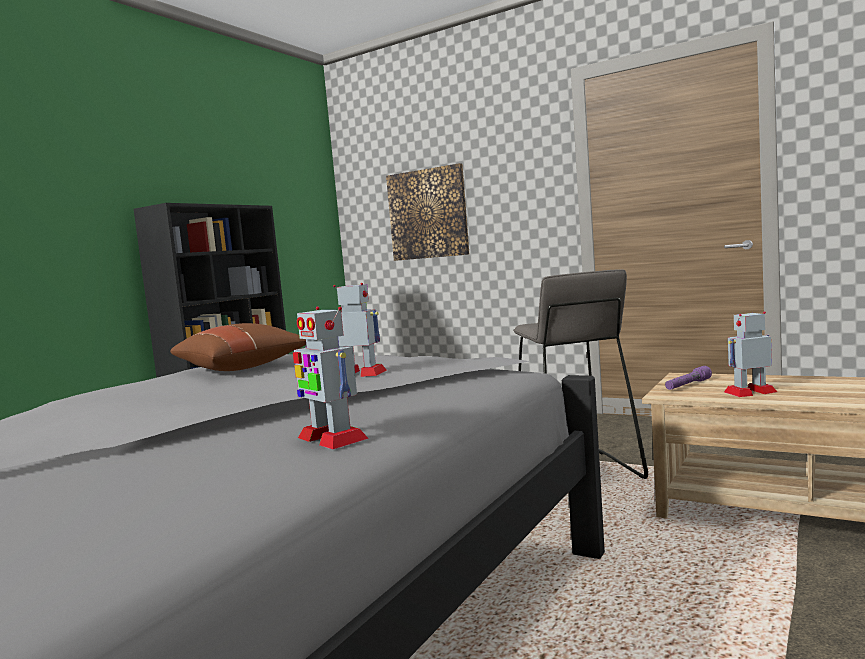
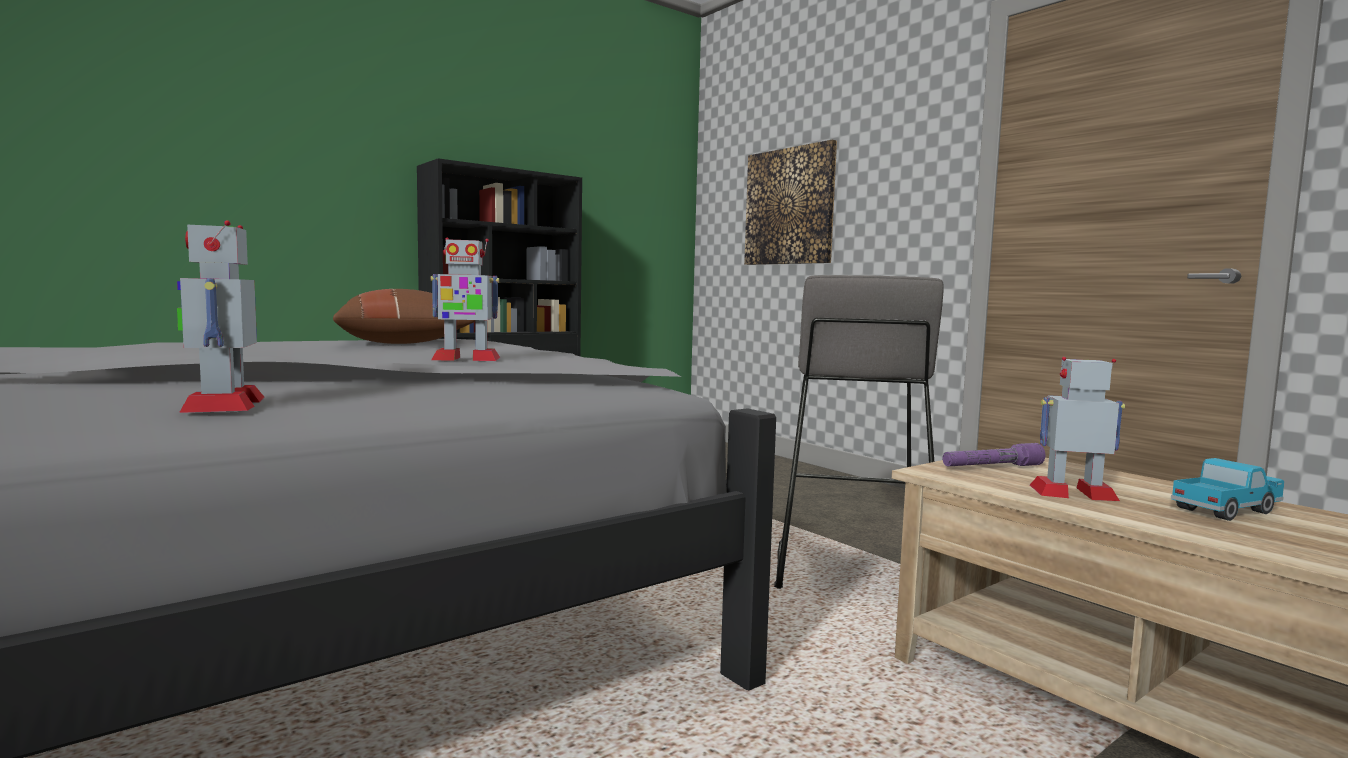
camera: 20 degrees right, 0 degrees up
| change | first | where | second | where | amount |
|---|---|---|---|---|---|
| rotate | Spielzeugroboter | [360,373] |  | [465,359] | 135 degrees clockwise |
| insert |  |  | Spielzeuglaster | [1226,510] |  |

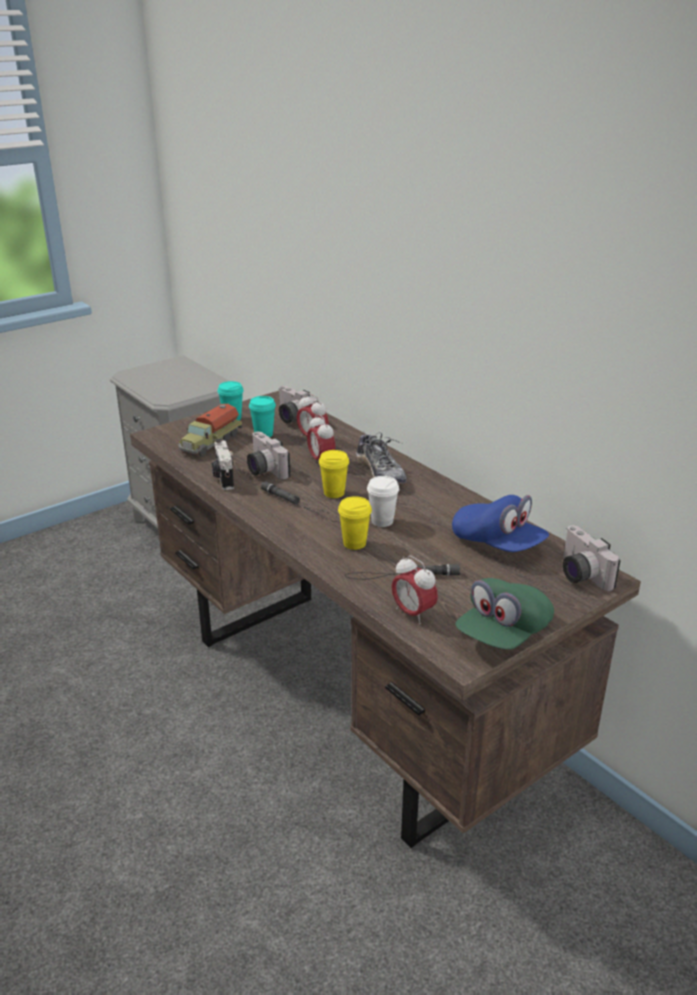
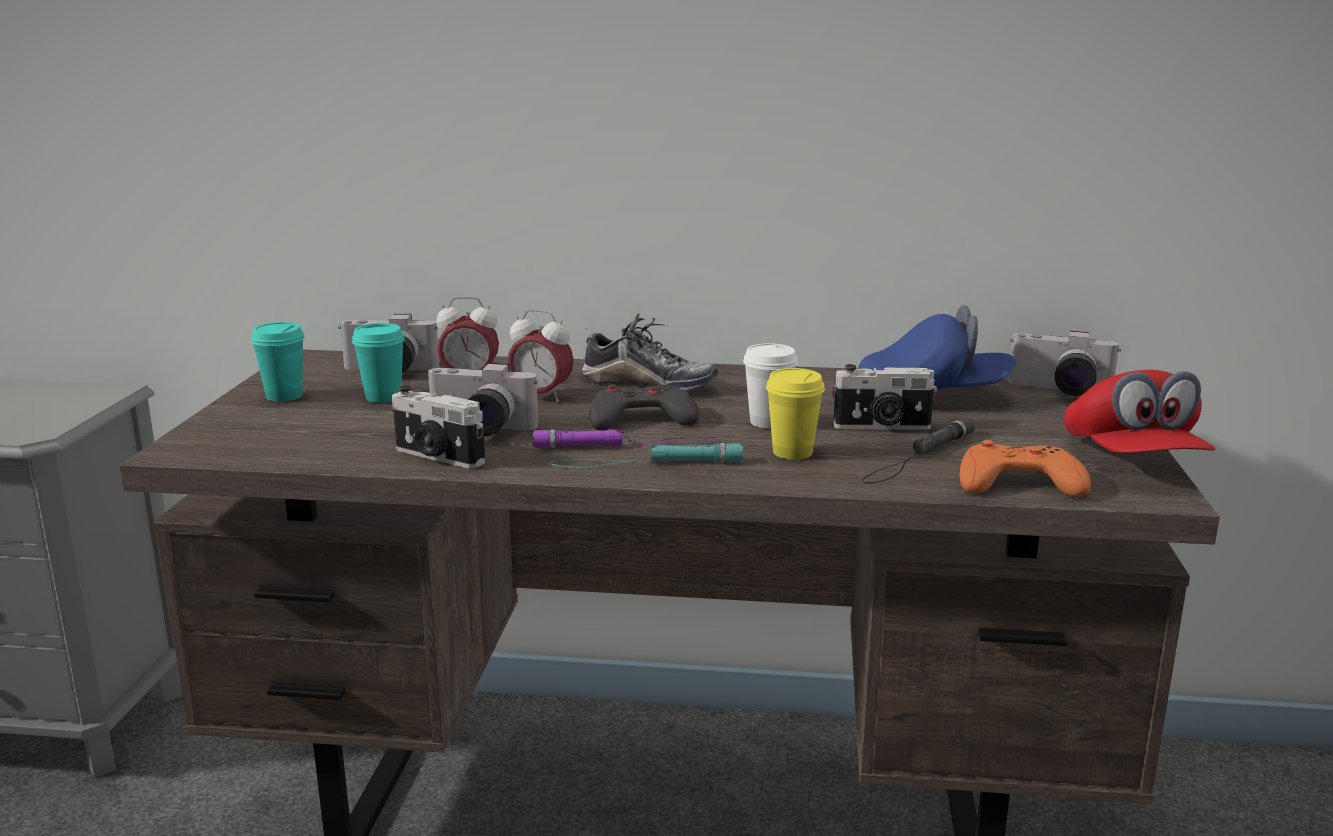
camera: 45 degrees left, 10 degrees down
| change | first | where | second | where | amount |
|---|---|---|---|---|---|
| recolor | Taschenlampe/schwarz | [300,505] | Taschenlampe/lila | [627,444] |  |
| insert |  |  | Taschenlampe/türkis | [646,463] |  |
| replace | Tasse/gelb | [334,493] | Gamepad/grau | [641,419] |  |
| insert |  |  | Kamera | [882,427] |  |
| replace | Wecker | [413,613] | Gamepad/orange | [1018,483] |  |
| recolor | Kappe/grün | [503,633] | Kappe/rot | [1132,460] |  |
| delete | Spielzeuglaster | [210,443] |  |  |  |

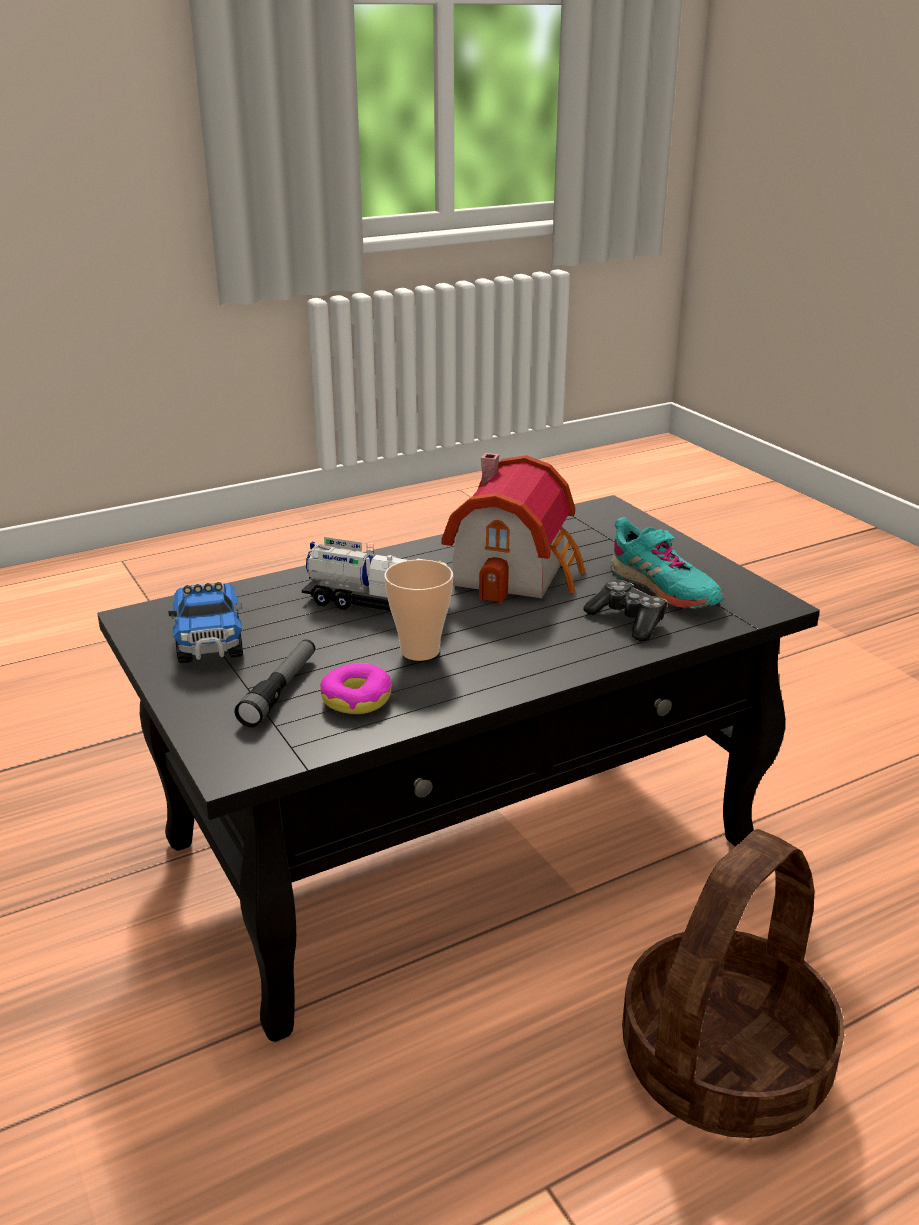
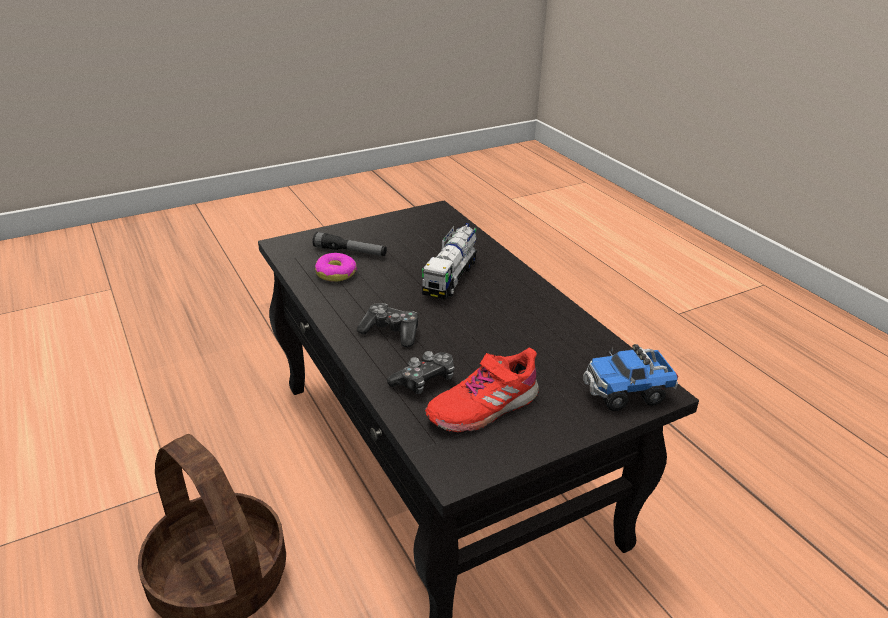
camera: 90 degrees right, 5 degrees up
| change | first | where | second | where | amount |
|---|---|---|---|---|---|
| insert |  |  | Gamepad | [391,332] |  |
| recolor | Schuh/türkis | [663,588] | Schuh/rot | [483,406] |  |
| move | Spielzeuglaster | [209,644] |  | [626,392] |  |
| delete | Tasse | [420,651] |  |  |  |
| delete | Spielzeughaus | [518,572] |  |  |  |

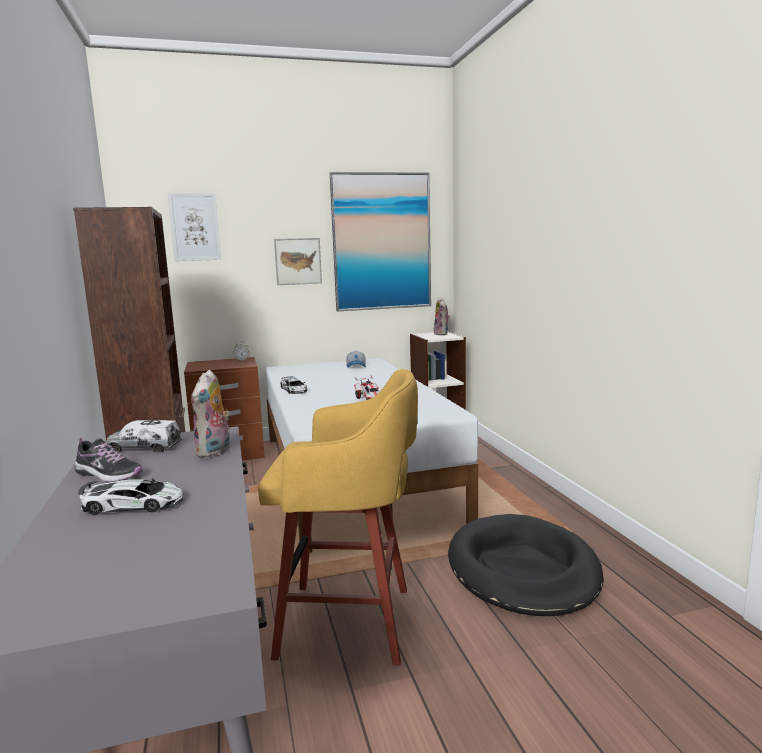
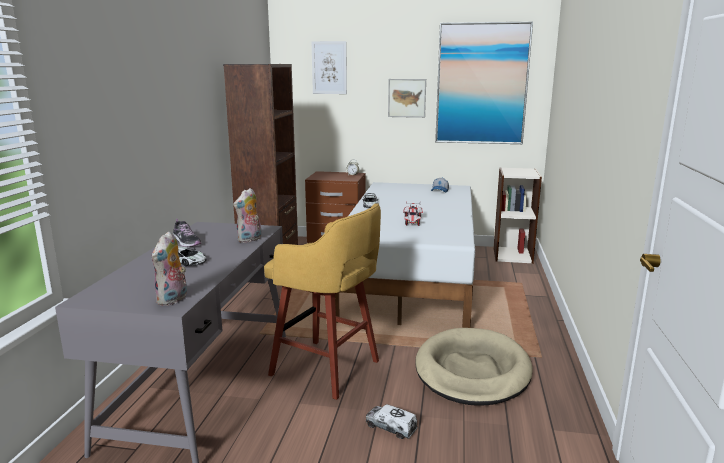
camera: 25 degrees right, 5 degrees up
| change | first | where | second | where | amount |
|---|---|---|---|---|---|
| move | Plüschtier | [442,334] |  | [173,300] |  |
| move | Spielzeuglaster | [145,447] |  | [391,427] |  |
| recolor | Hundebett/schwarz | [522,569] | Hundebett/beige | [472,371] |  |

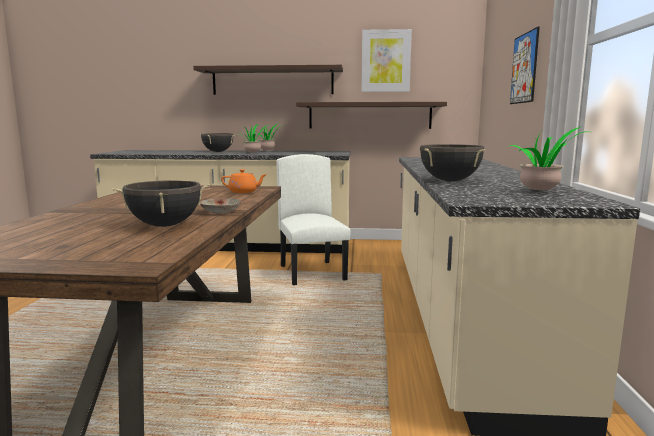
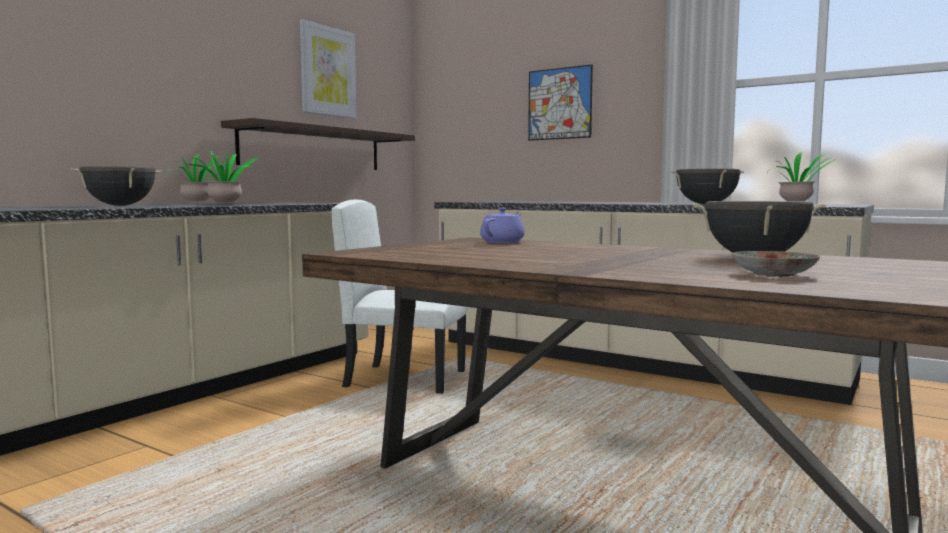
camera: 60 degrees left, 5 degrees down
| change | first | where | second | where | amount |
|---|---|---|---|---|---|
| recolor | Teekanne/orange | [244,192] | Teekanne/lila | [503,242] |  |
| move | Teller | [220,212] |  | [773,275] |  |
| delete | Wandregal | [272,81] |  |  |  |

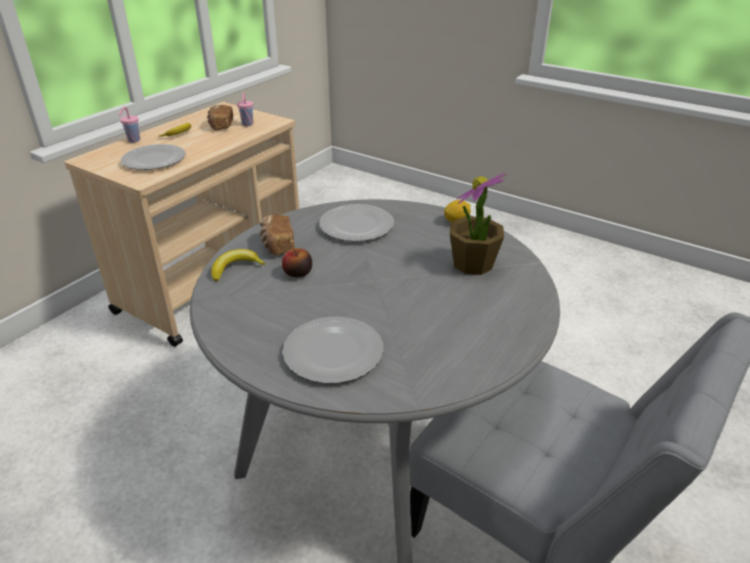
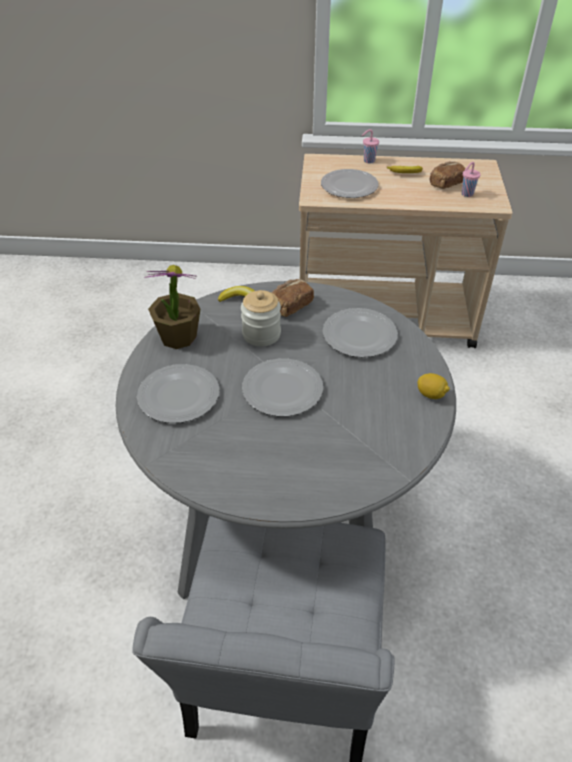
camera: 60 degrees right, 10 degrees up
| change | first | where | second | where | amount |
|---|---|---|---|---|---|
| move | Topfpflanze | [473,264] |  | [178,337] |  |
| replace | Apfel | [298,273] | Vorratsglas | [261,334] |  |
| insert |  |  | Teller | [281,389] |  |

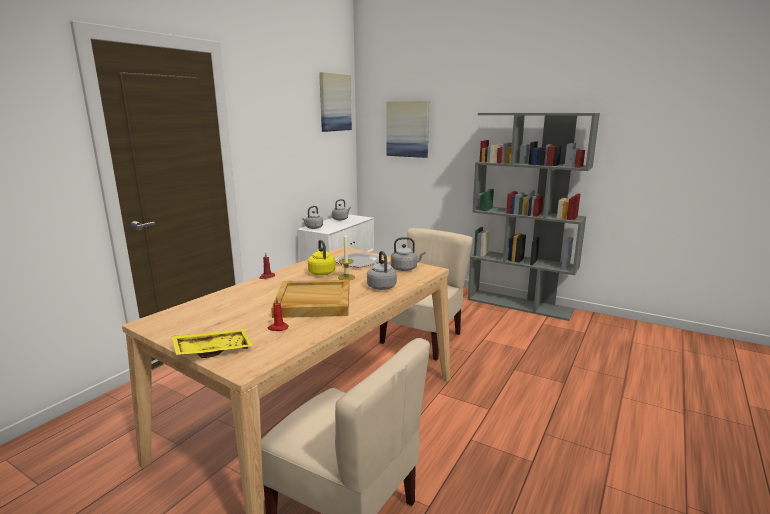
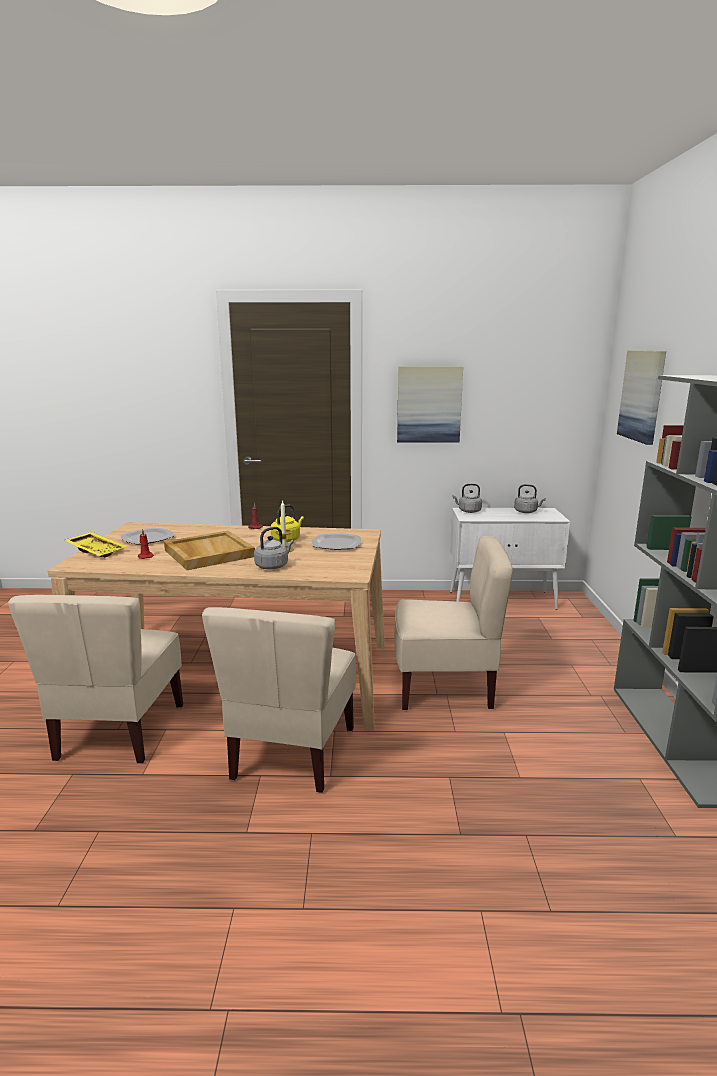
camera: 60 degrees right, 0 degrees up
| change | first | where | second | where | amount |
|---|---|---|---|---|---|
| insert |  |  | Teller | [148,538] |  |
| insert |  |  | Stuhl/beige | [291,753] |  |
| move | Bild | [334,102] |  | [429,404] |  |
| delete | Wasserkessel/grau | [405,268] |  |  |  |

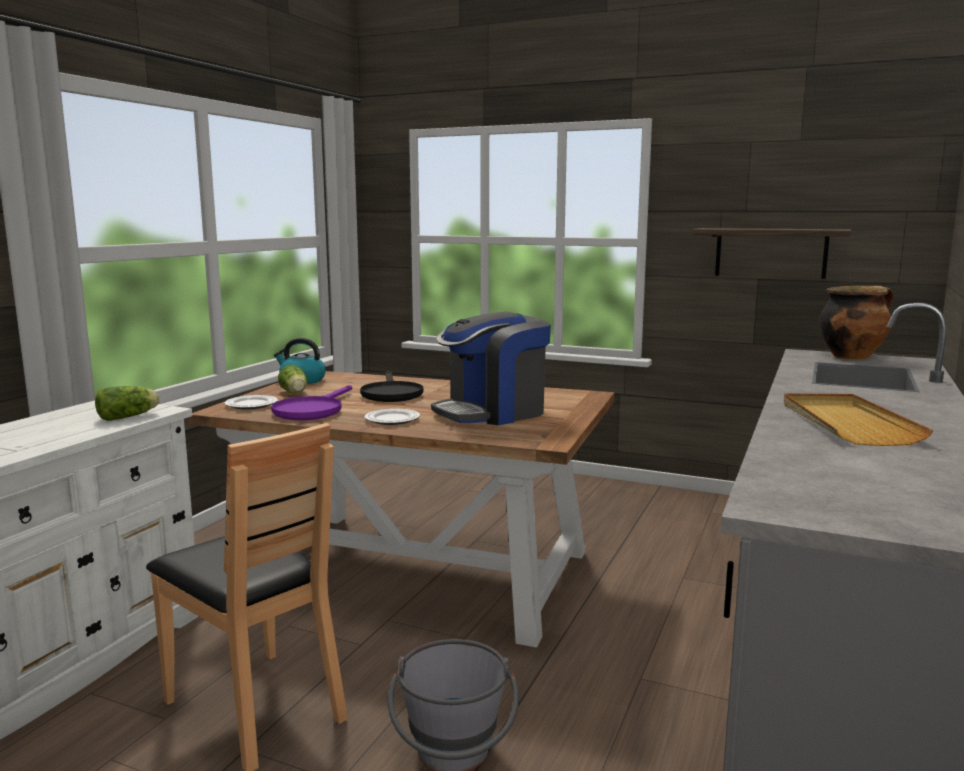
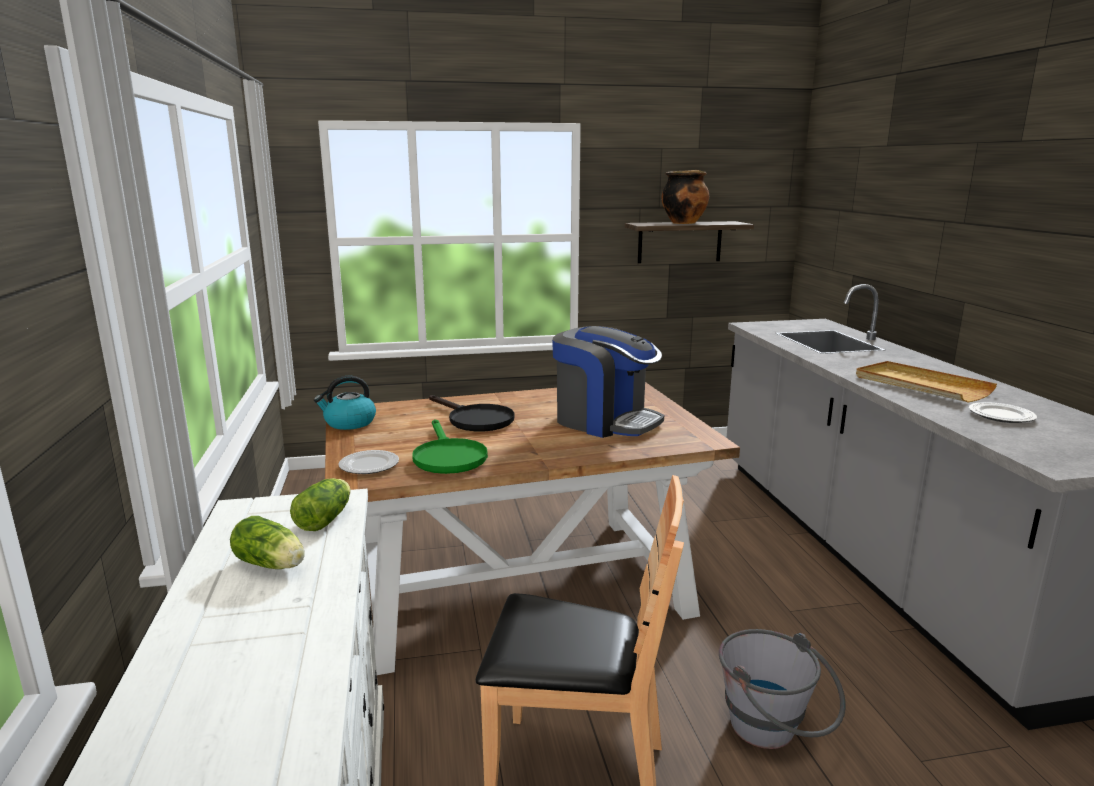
camera: 35 degrees left, 5 degrees up
| change | first | where | second | where | amount |
|---|---|---|---|---|---|
| move | Salatkopf | [294,393] |  | [272,565] |  |
| recolor | Pfanne/lila | [312,410] | Pfanne/grün | [447,456] |  |
| rotate | Kaffeemaschine | [492,412] |  | [605,421] | 75 degrees counterclockwise |
| move | Kochtopf | [851,356] |  | [683,223] |  |
| move | Teller | [392,419] |  | [1000,416] |  |

